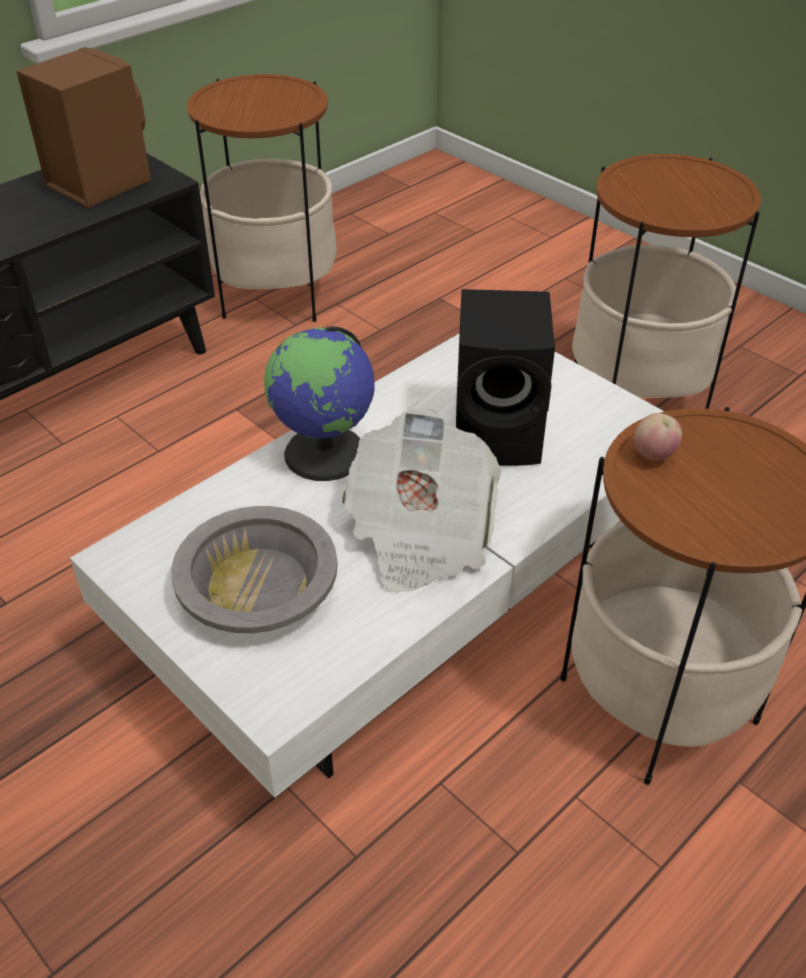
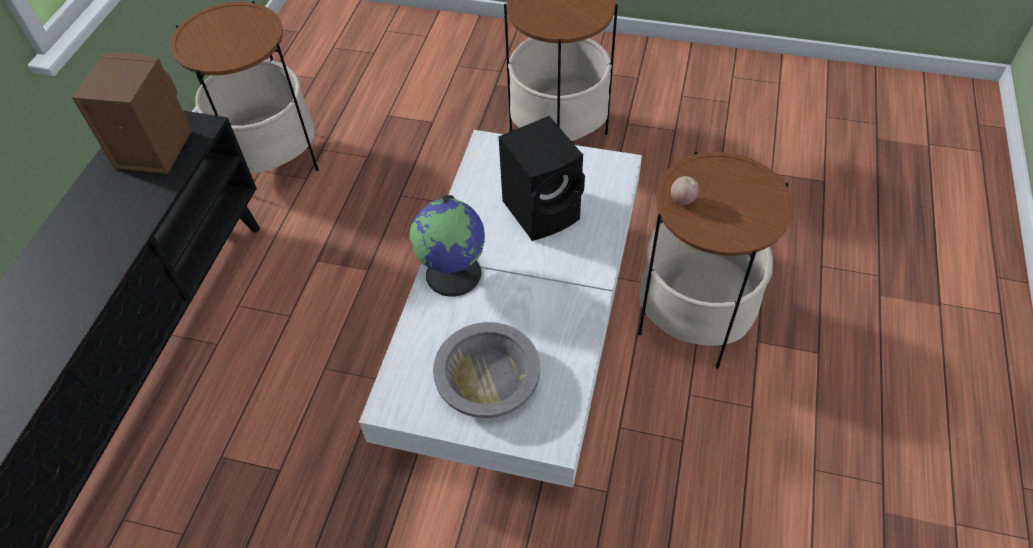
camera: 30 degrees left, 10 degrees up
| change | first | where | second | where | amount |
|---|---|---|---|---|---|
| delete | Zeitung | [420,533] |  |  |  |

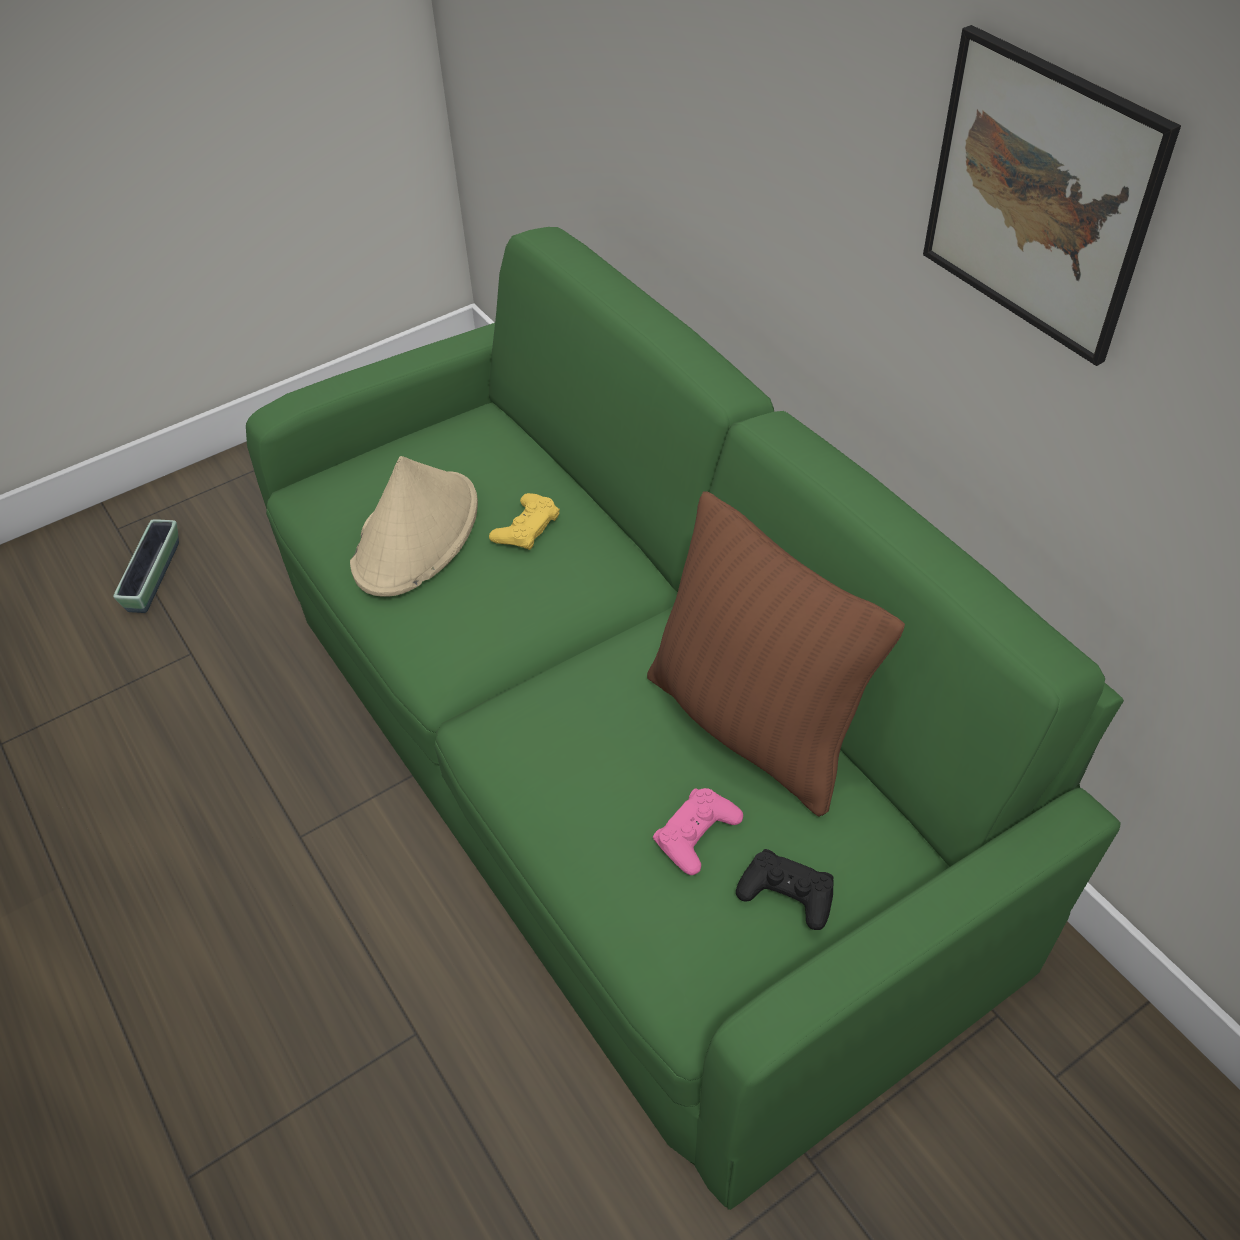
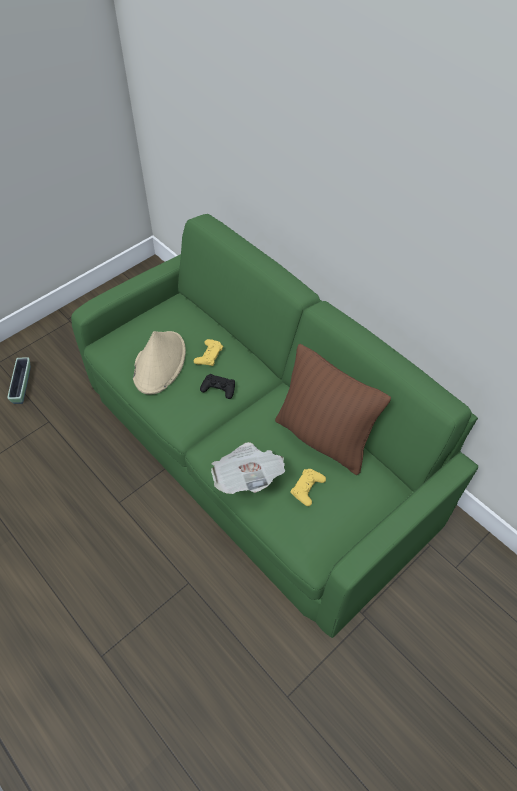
camera: 10 degrees left, 5 degrees up
| change | first | where | second | where | amount |
|---|---|---|---|---|---|
| move | Gamepad/schwarz | [787,893] |  | [218,388] |  |
| insert |  |  | Zeitung | [247,477] |  |
| recolor | Gamepad/rosa | [697,834] | Gamepad/gelb | [307,488] |  |
| delete | Bild | [1039,196] |  |  |  |

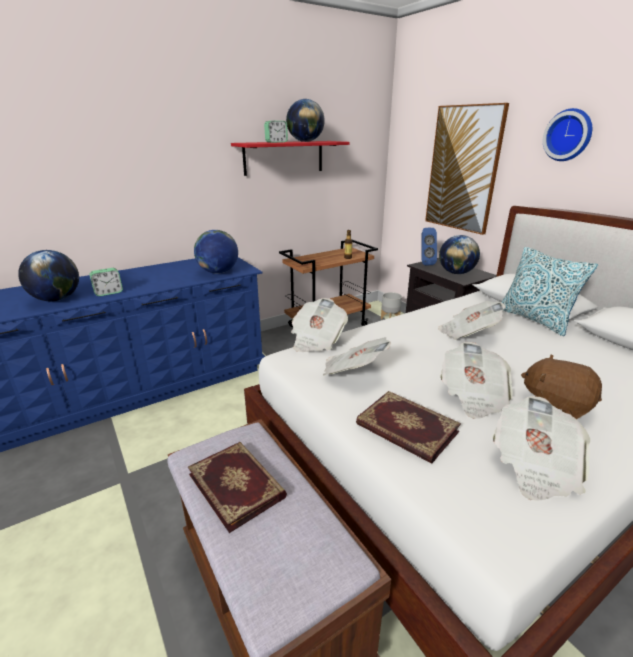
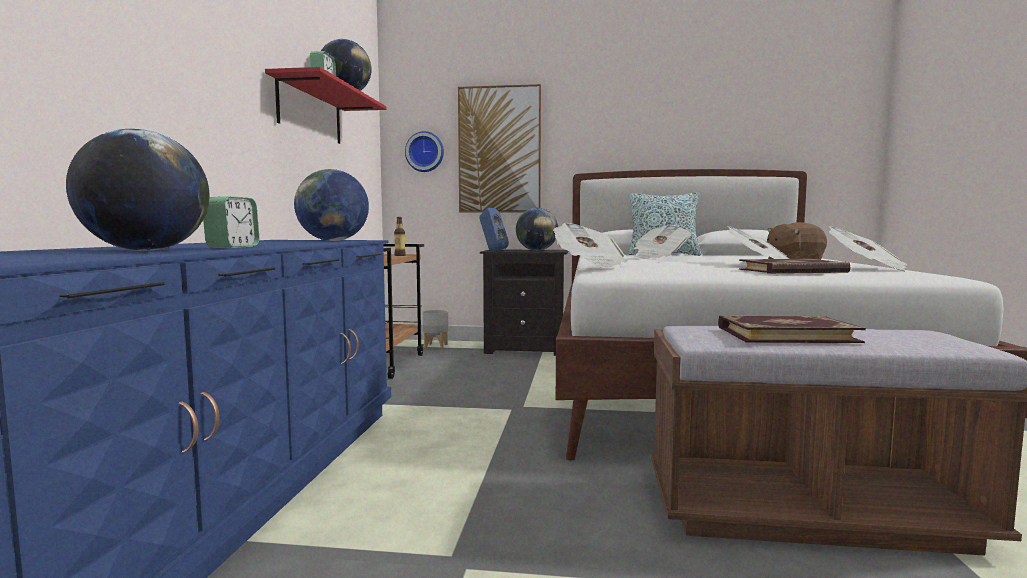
camera: 50 degrees left, 20 degrees down
| change | first | where | second | where | amount |
|---|---|---|---|---|---|
| move | Wanduhr | [568,135] |  | [425,152] |  |
| delete | Zeitung | [353,371] |  |  |  |

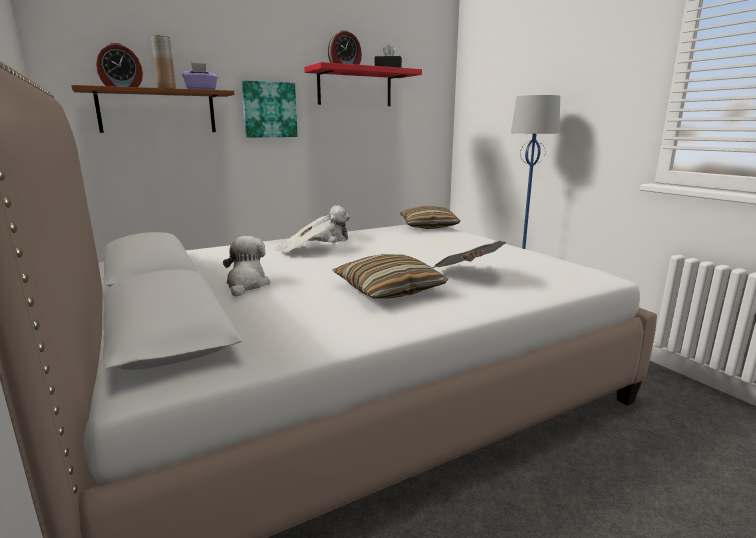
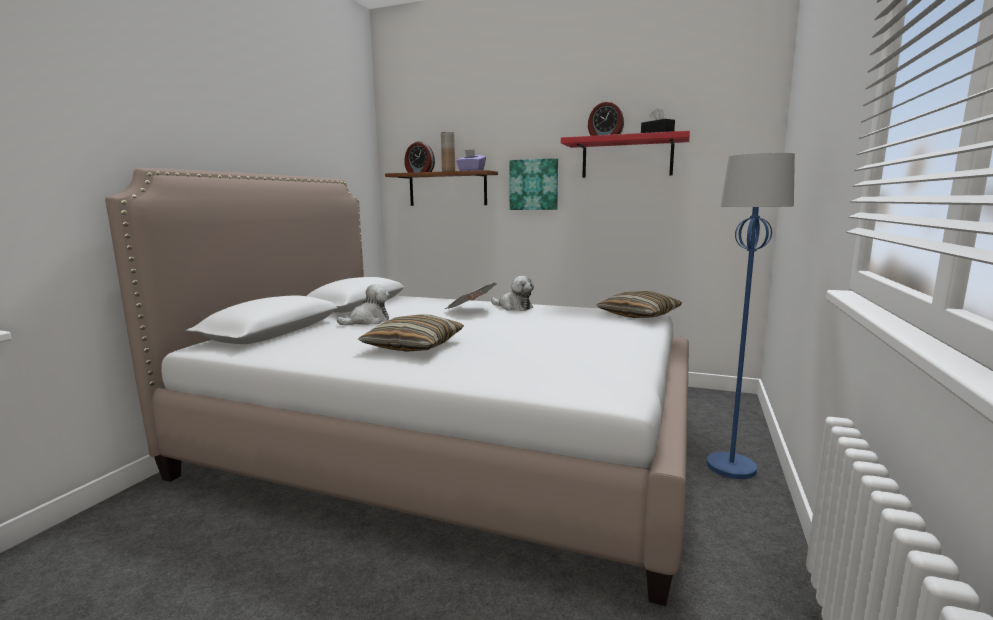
camera: 50 degrees right, 5 degrees down
| change | first | where | second | where | amount |
|---|---|---|---|---|---|
| delete | Zeitung | [466,274] |  |  |  |

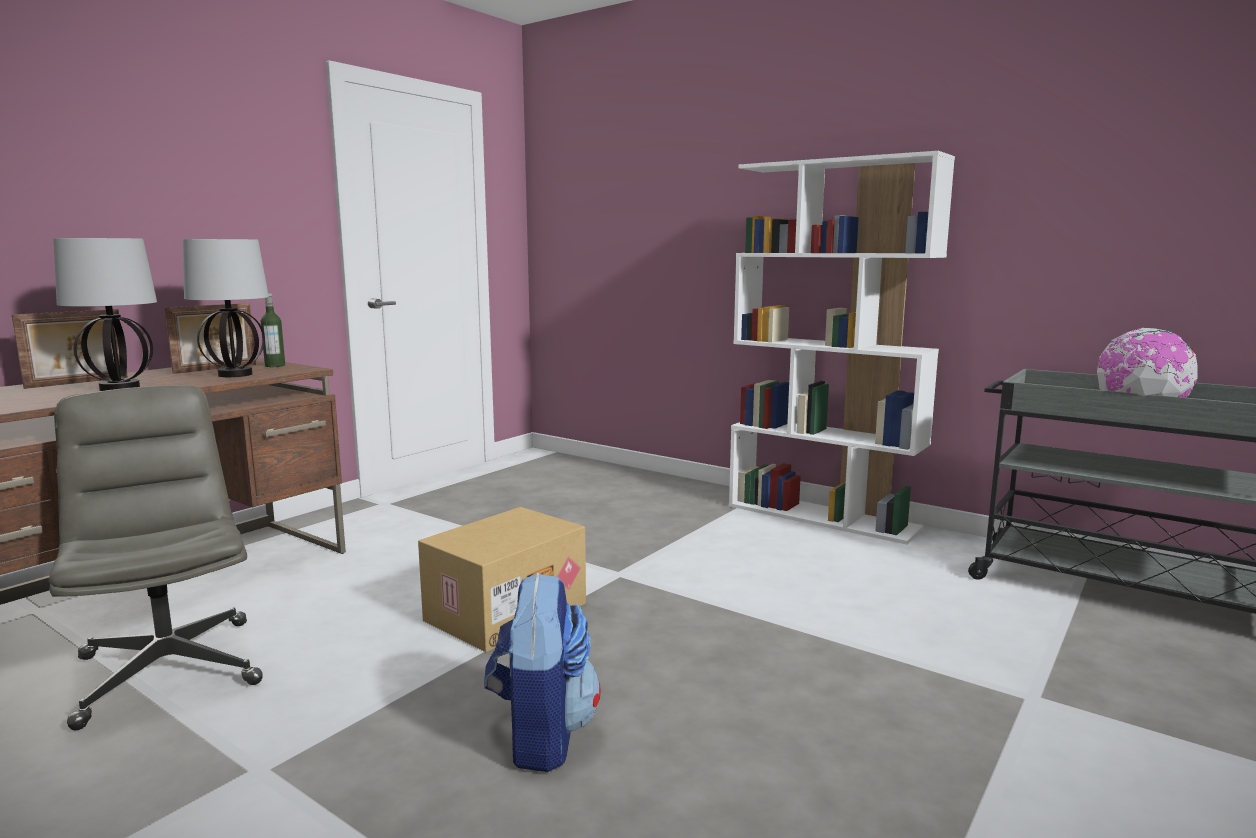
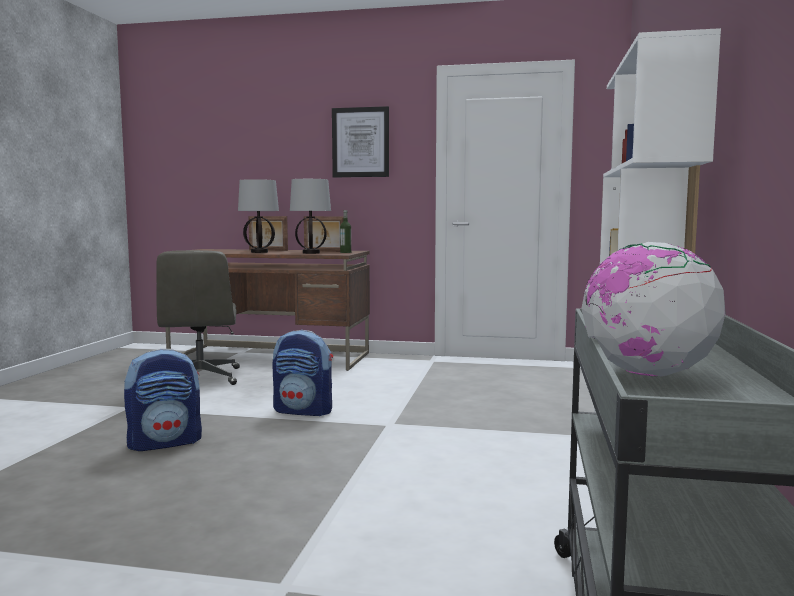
camera: 65 degrees right, 5 degrees down
| change | first | where | second | where | amount |
|---|---|---|---|---|---|
| rotate | Bürostuhl/grau | [168,669] |  | [200,378] | 135 degrees clockwise |
| replace | Karton | [505,611] | Rucksack | [304,411] |  |
| insert |  |  | Bild | [360,142] |  |

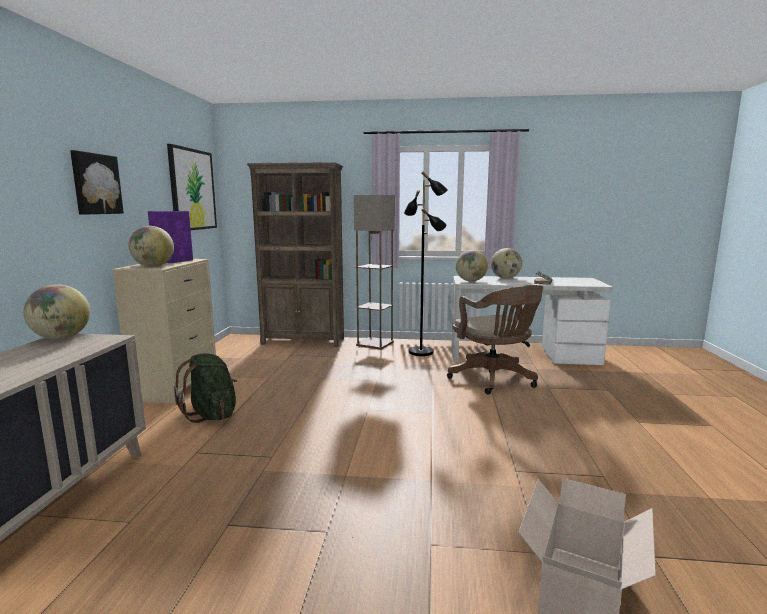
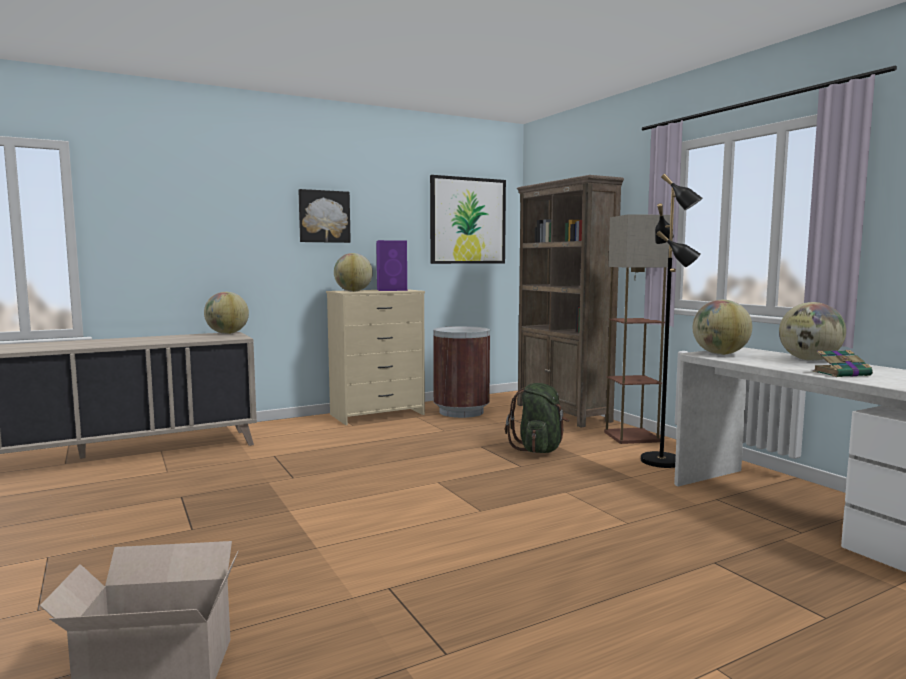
camera: 55 degrees right, 5 degrees down
| change | first | where | second | where | amount |
|---|---|---|---|---|---|
| insert |  |  | Mülleimer/braun | [461,412] |  |
| move | Rucksack/grün | [212,415] |  | [539,449] |  |
| delete | Bürostuhl/braun | [494,380] |  |  |  |

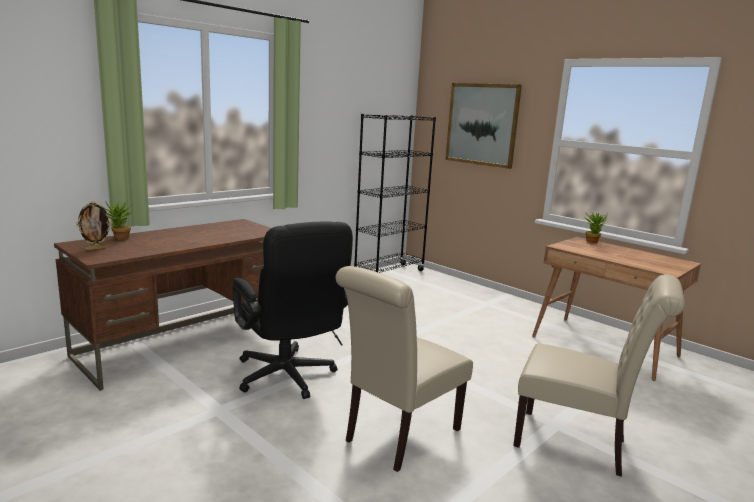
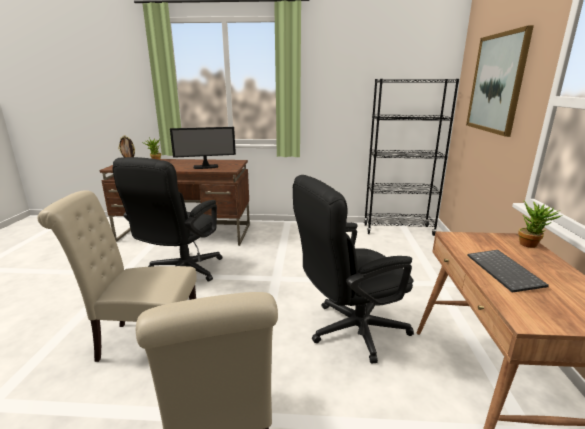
camera: 50 degrees right, 5 degrees up
| change | first | where | second | where | amount |
|---|---|---|---|---|---|
| insert |  |  | Monitor | [205,167] |  |
| insert |  |  | Bürostuhl/schwarz | [349,331] |  |
| insert |  |  | Tastatur | [505,272] |  |

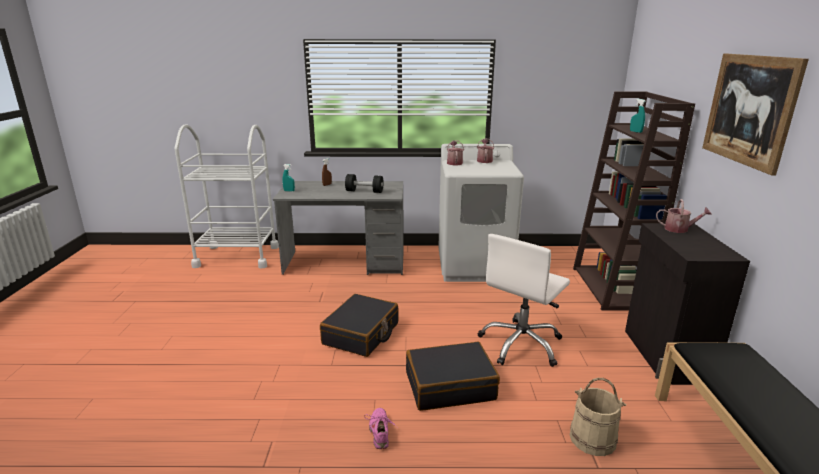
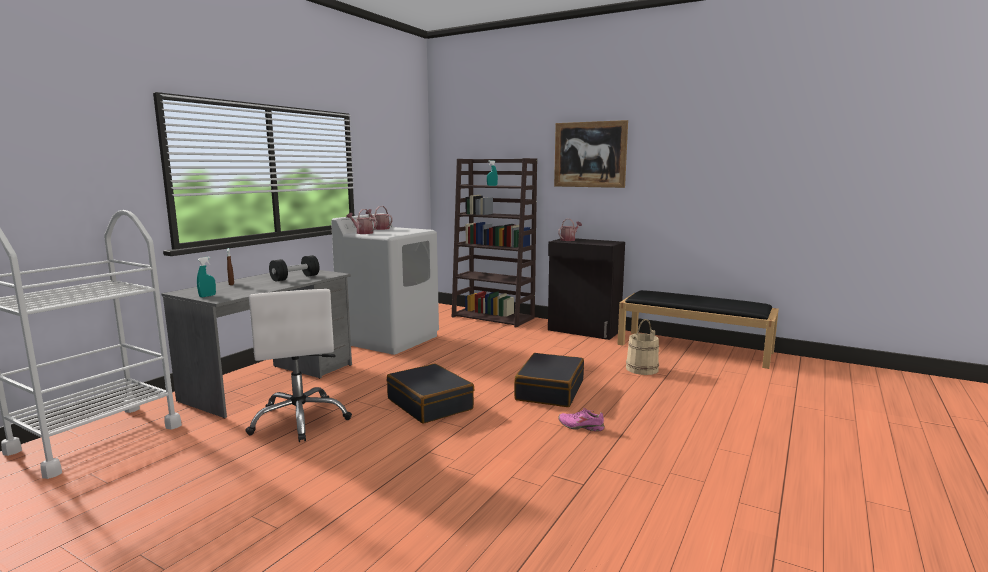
camera: 60 degrees left, 10 degrees down
| change | first | where | second | where | amount |
|---|---|---|---|---|---|
| move | Bürostuhl/weiß | [521,344] |  | [300,420] |  |

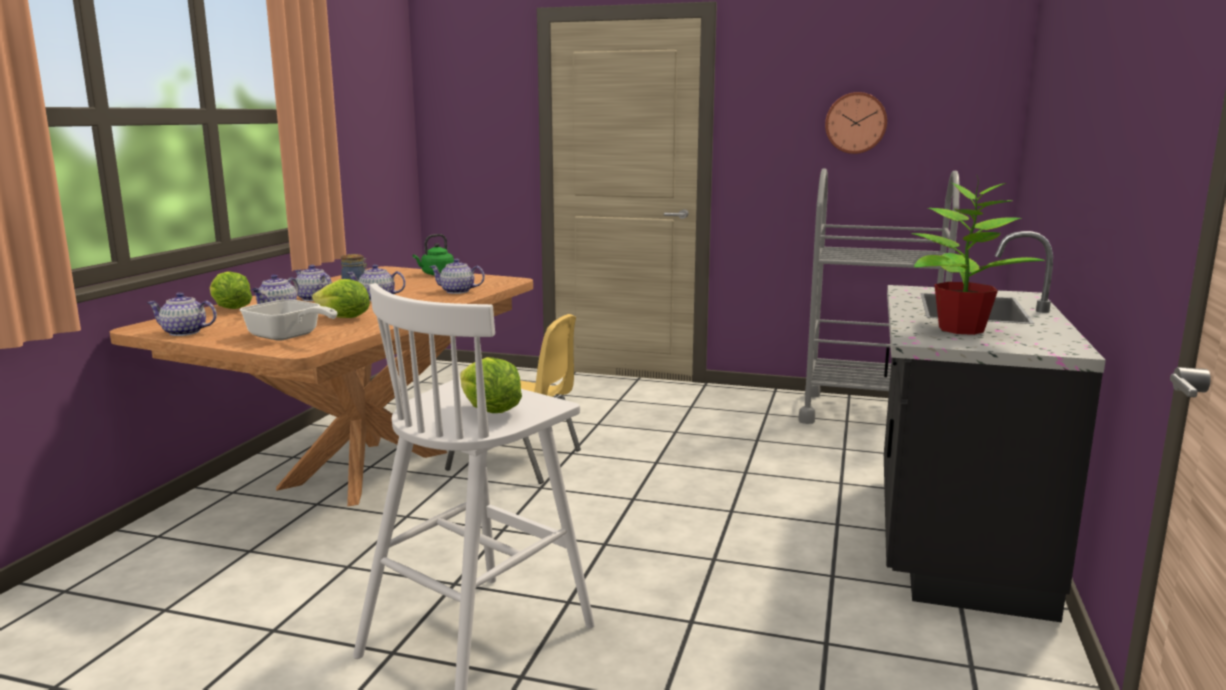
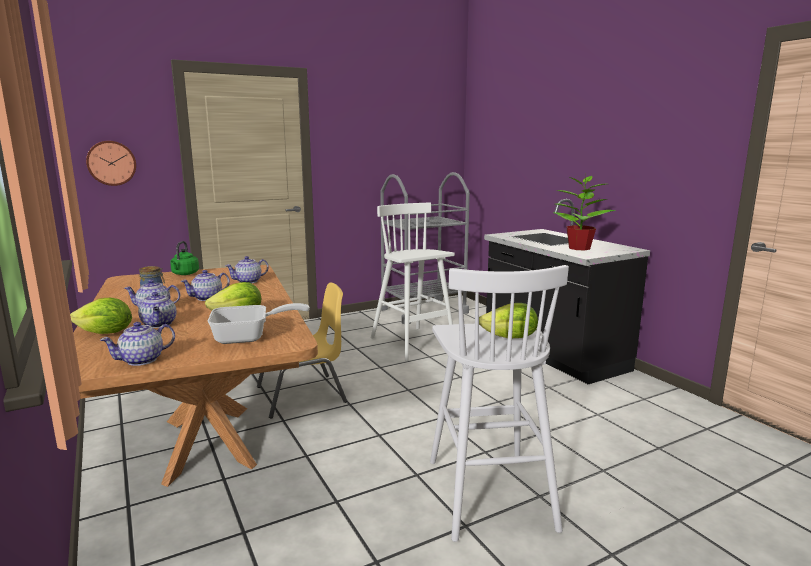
camera: 45 degrees left, 0 degrees up
| change | first | where | second | where | amount |
|---|---|---|---|---|---|
| move | Wanduhr | [856,123] |  | [111,163] |  |
| insert |  |  | Hocker/weiß | [413,344] |  |

